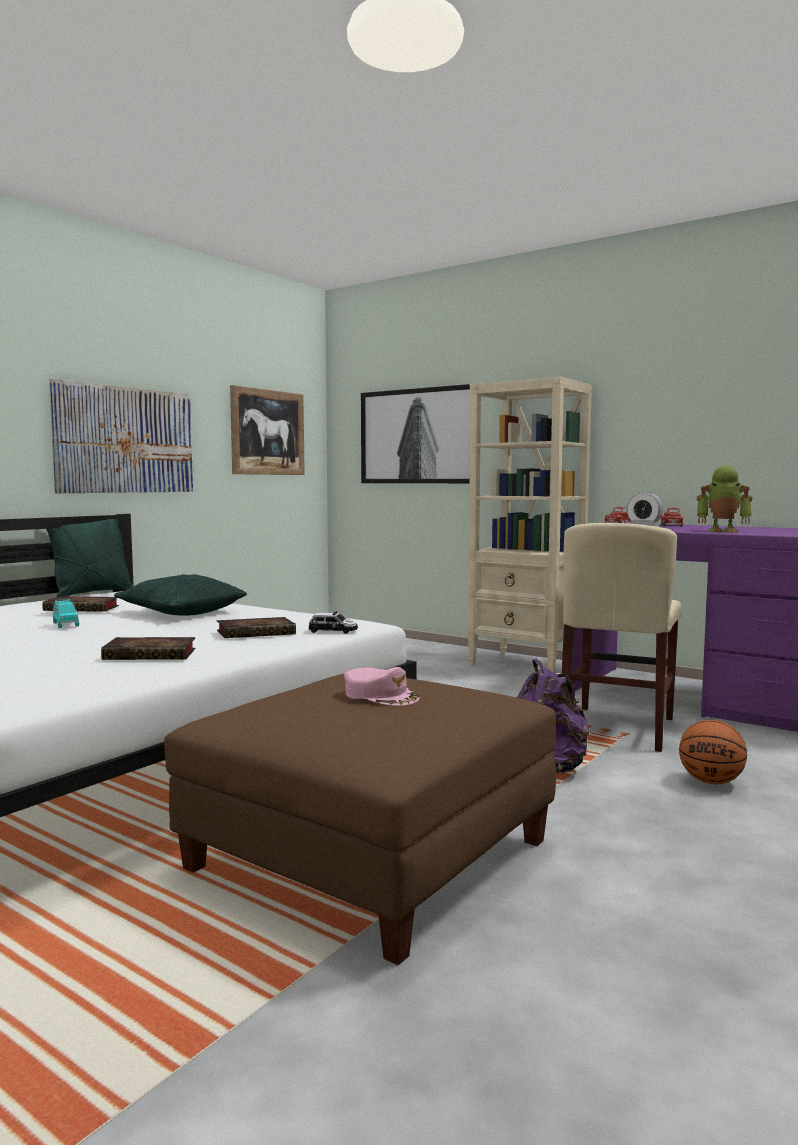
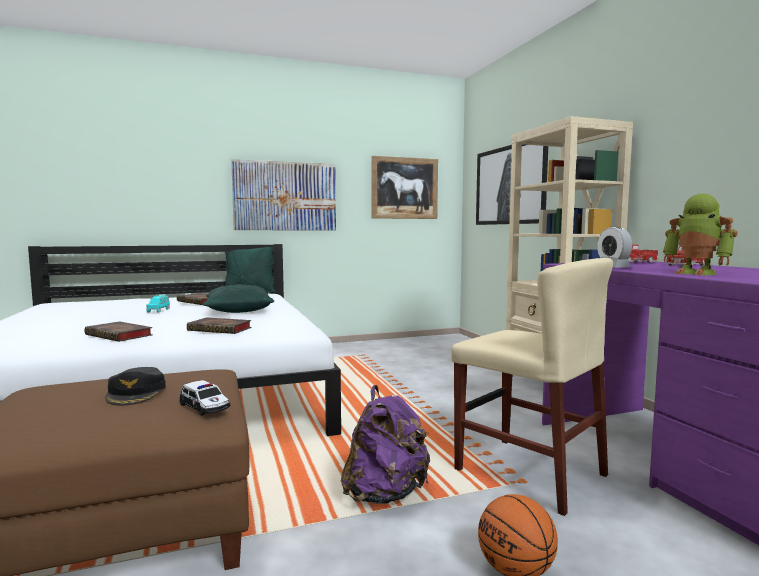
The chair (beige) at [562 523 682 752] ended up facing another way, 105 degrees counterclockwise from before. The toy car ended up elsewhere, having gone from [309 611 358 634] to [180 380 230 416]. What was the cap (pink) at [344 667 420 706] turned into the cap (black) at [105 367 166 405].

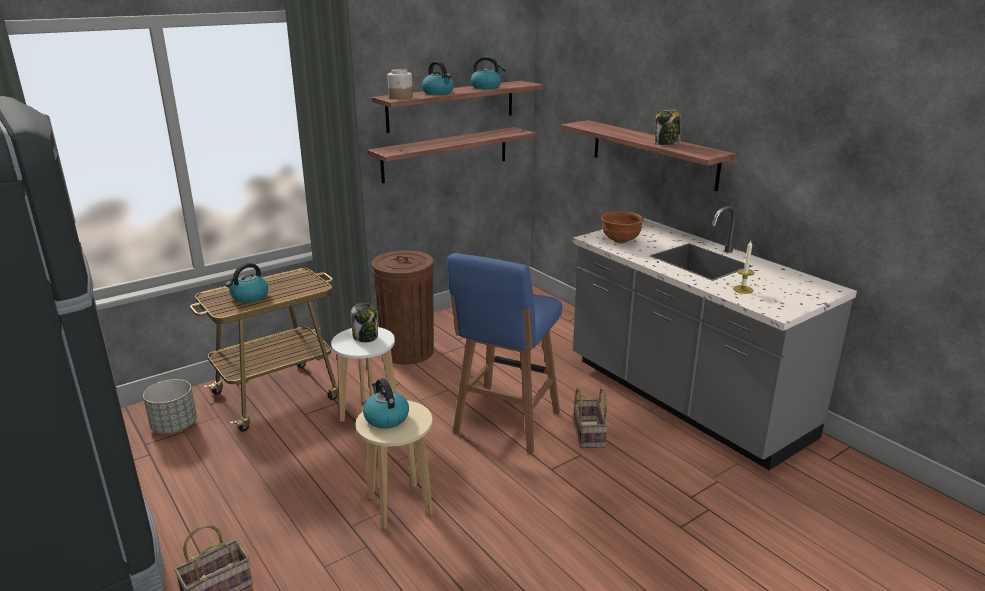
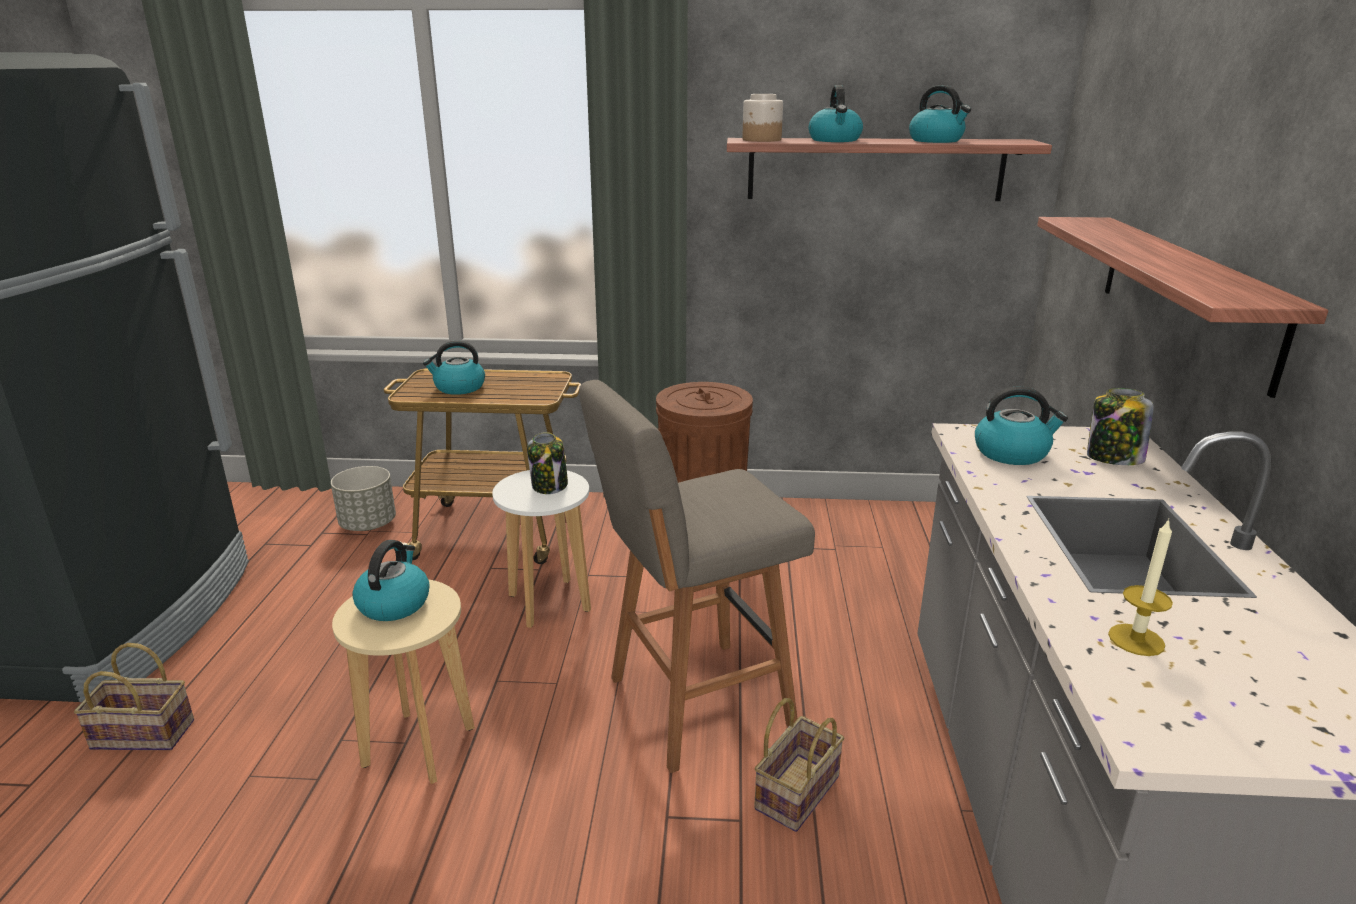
The jar ended up elsewhere, having gone from [655 109 681 145] to [1087 388 1154 465]. The second view lost the shelf at [367 127 535 183]. Where the bowl (brown) stood at [601 211 644 243], the kettle came to stand at [975 387 1068 465]. What was the stool (blue) at [447 253 562 454] turned into the stool (grey) at [579 380 815 773].

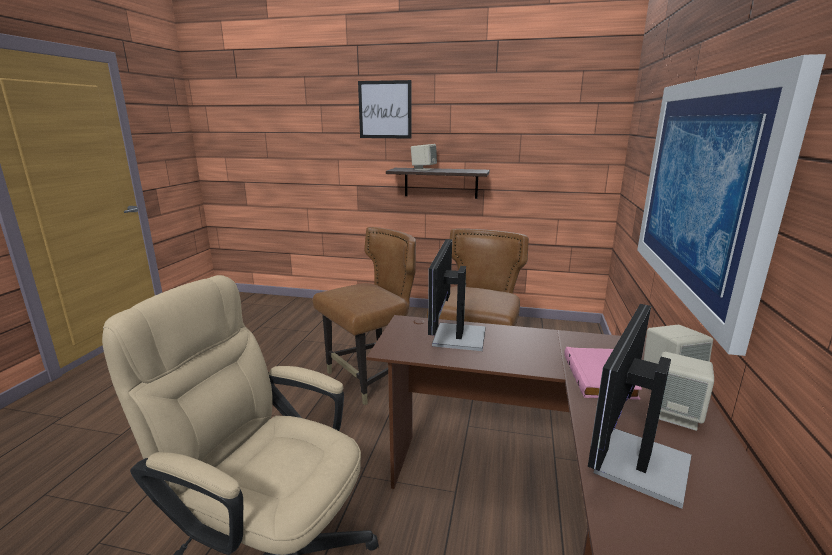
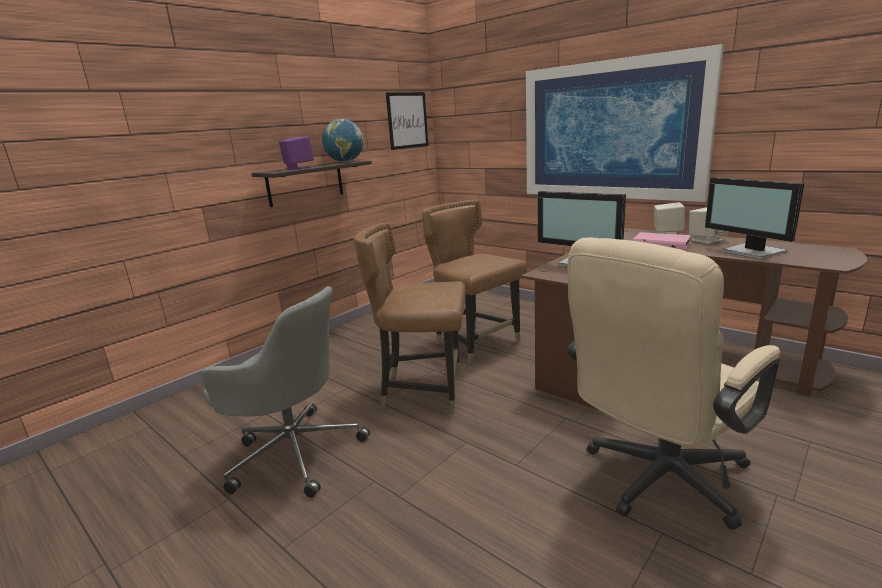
The picture ended up elsewhere, having gone from [358 80 412 139] to [386 92 428 150]. What was the speaker (beige) at [411 144 437 171] turned into the speaker (purple) at [279 136 314 169]. The chair (brown) at [313 227 416 405] ended up facing another way, 75 degrees counterclockwise from before. The second view gained the globe at [322 119 364 162]. The second view gained the office chair (grey) at [201 286 370 498].

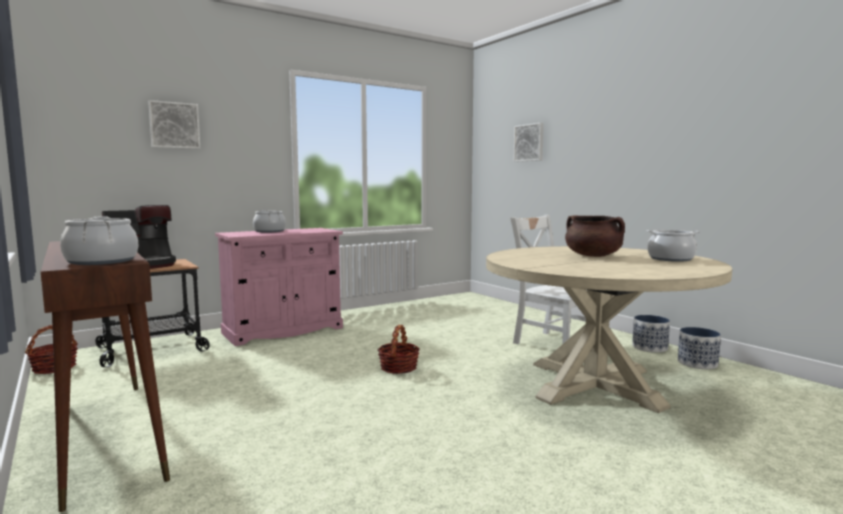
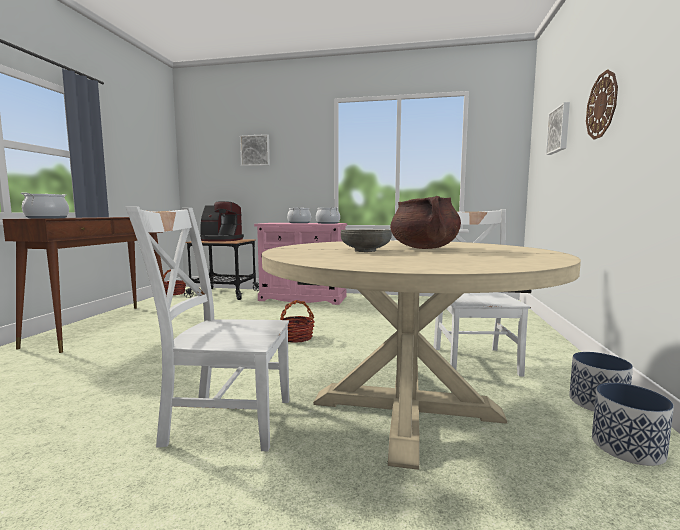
The cooking pot ended up elsewhere, having gone from [647 230 700 262] to [316 207 340 224]. The second view gained the wall clock at [586 70 618 140]. The second view gained the chair (white) at [125 206 289 451]. The second view gained the bowl (grey) at [341 229 392 252].

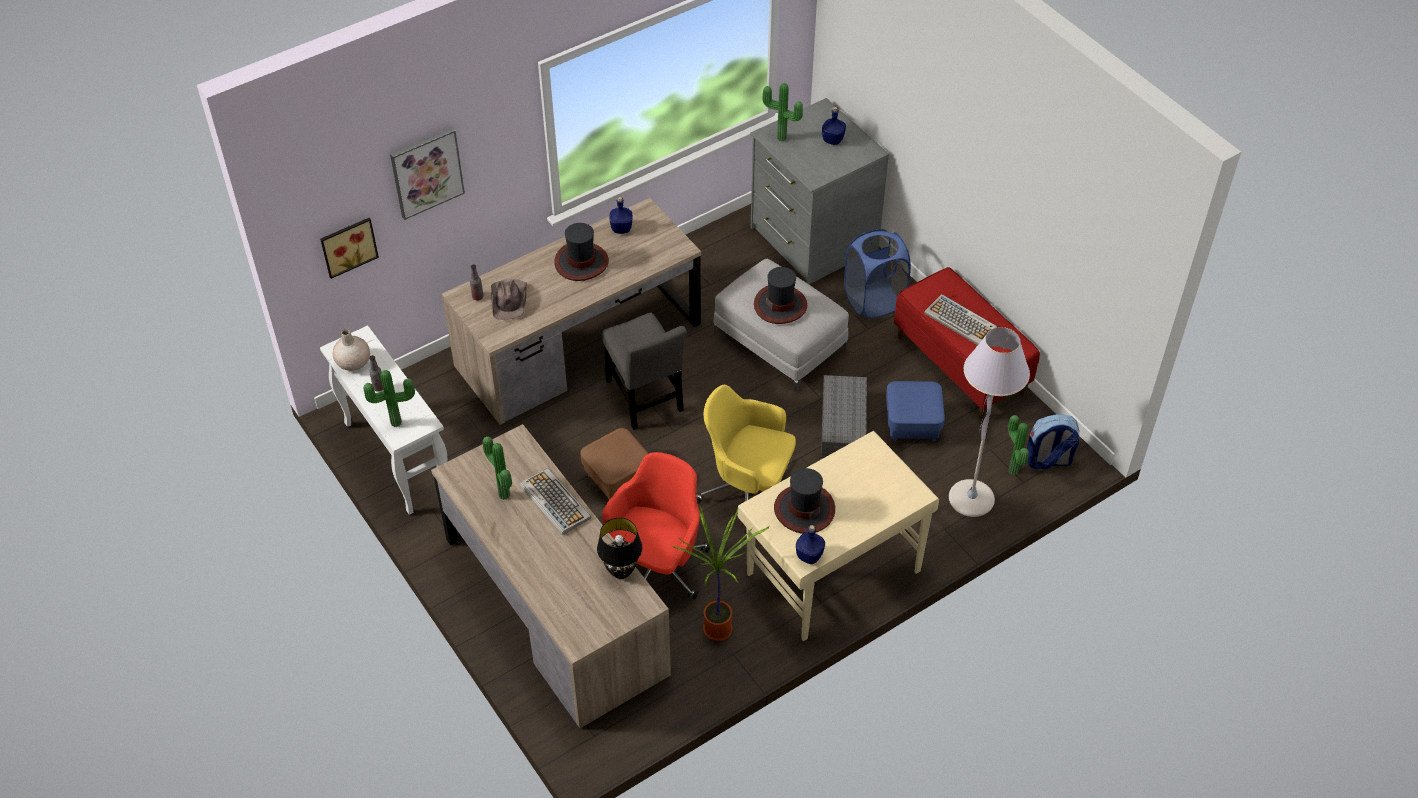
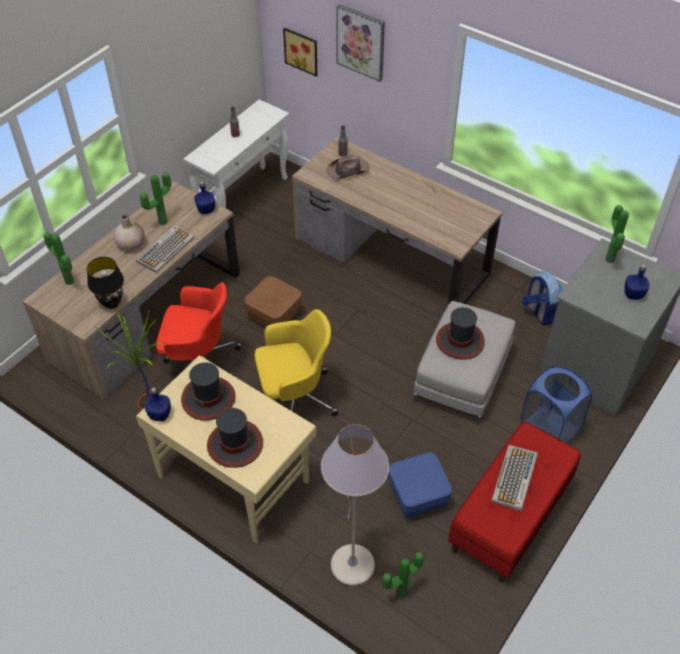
The bottle (blue) ended up elsewhere, having gone from [609 197 632 234] to [194 181 215 214]. The hat ended up elsewhere, having gone from [554 223 609 281] to [207 408 263 468]. The second view lost the chair (grey) at [602 313 687 430]. The vase (beige) ended up elsewhere, having gone from [333 329 370 371] to [114 215 145 251]. The potted plant ended up elsewhere, having gone from [363 370 415 427] to [44 232 74 285]. The second view lost the storage box (grey) at [821 375 867 459]. The office chair (yellow) at [696 385 796 534] ended up facing another way, 75 degrees clockwise from before. The backpack ended up elsewhere, having gone from [1027 414 1079 469] to [522 271 563 325].

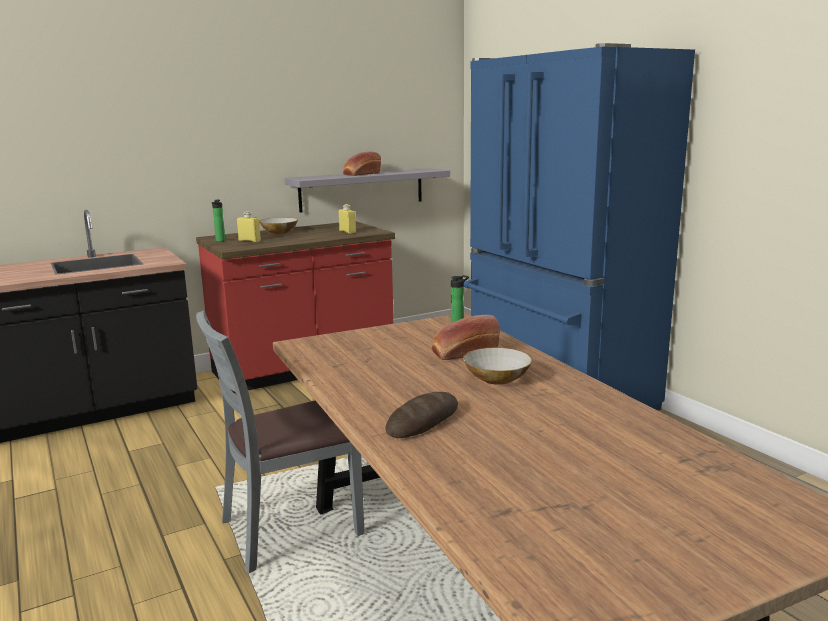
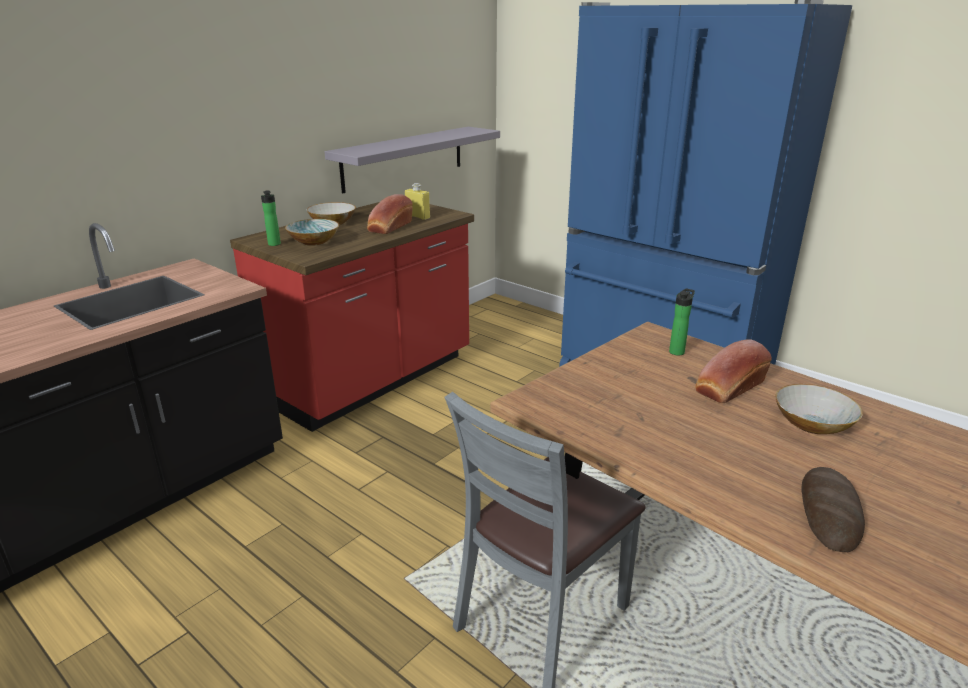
The bread ended up elsewhere, having gone from [343 151 381 176] to [367 194 413 234]. Where the bottle (yellow) stood at [237 211 261 242], the bowl came to stand at [285 219 339 246].

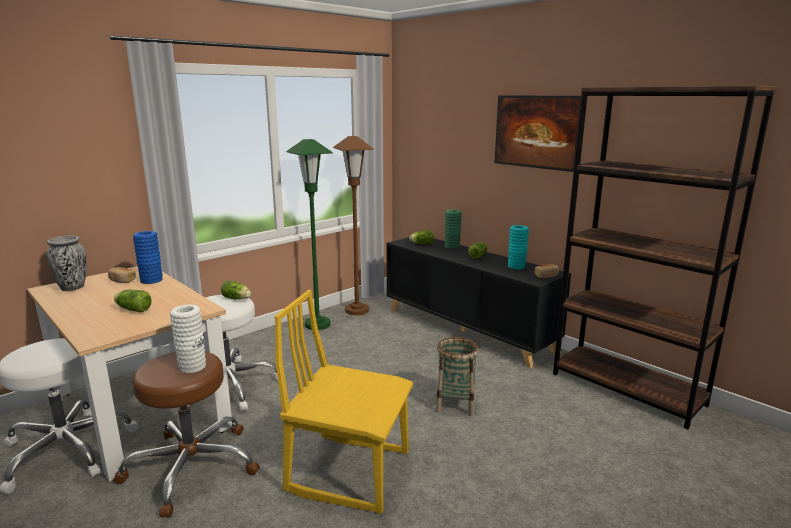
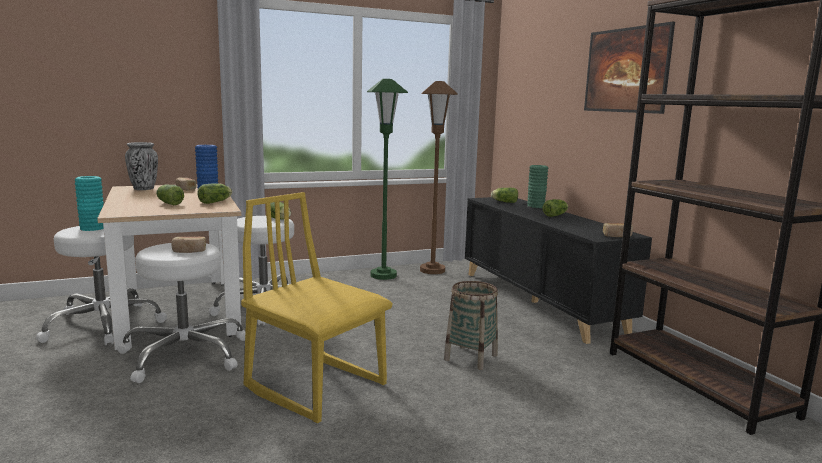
The vase (turquoise) ended up elsewhere, having gone from [508 225 529 269] to [75 176 104 231]. Where the vase (white) stood at [170 304 206 373], the bread came to stand at [171 236 206 253]. What was the stool (brown) at [114 351 260 518] turned into the stool (white) at [117 243 245 383]. The second view gained the lettuce at [197 184 232 204].

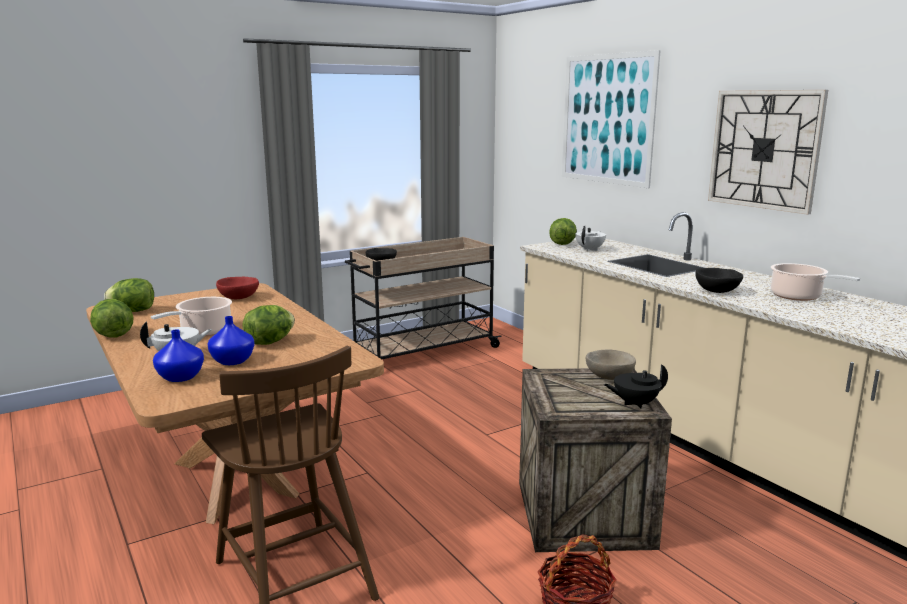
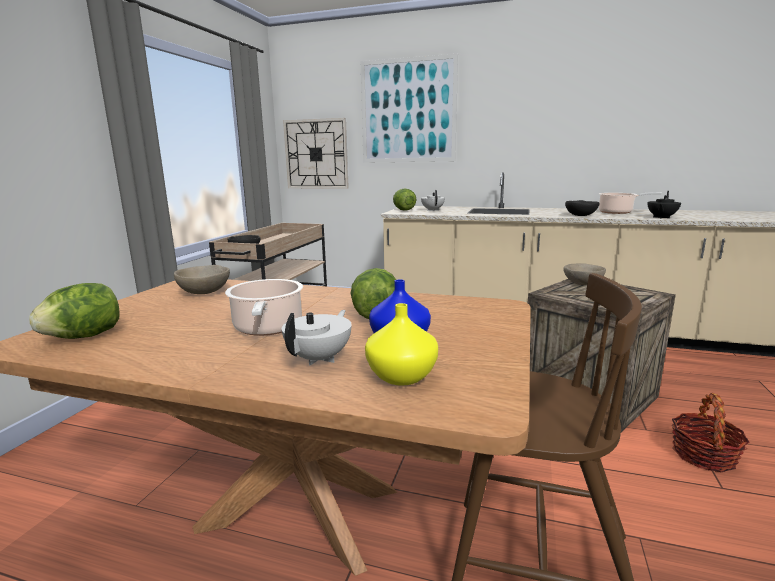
The wall clock ended up elsewhere, having gone from [708 90 828 215] to [283 118 349 189]. What was the bowl (red) at [216 277 259 299] turned into the bowl (beige) at [174 265 230 294]. The second view lost the lettuce at [90 299 134 338]. What was the vase (blue) at [153 329 204 382] turned into the vase (yellow) at [365 303 438 386]. The teapot (black) ended up elsewhere, having gone from [604 364 668 408] to [648 191 681 219].

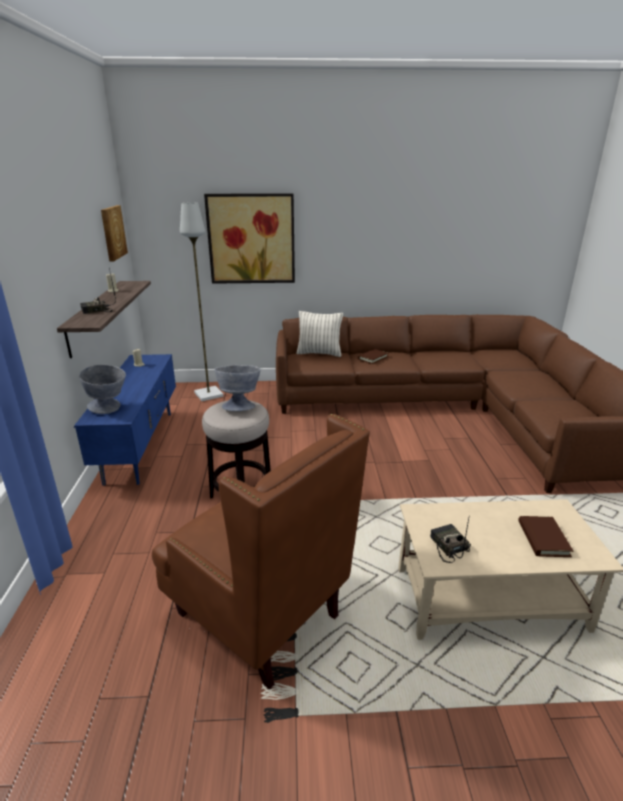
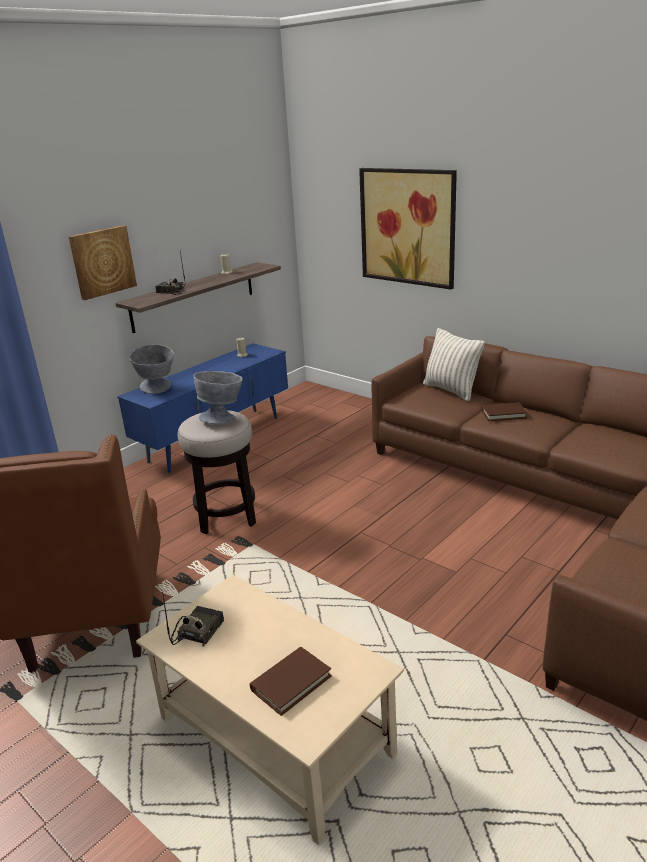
The second view lost the floor lamp (grey) at [180 203 223 401]. The picture ended up elsewhere, having gone from [101 205 128 262] to [69 225 137 300].

